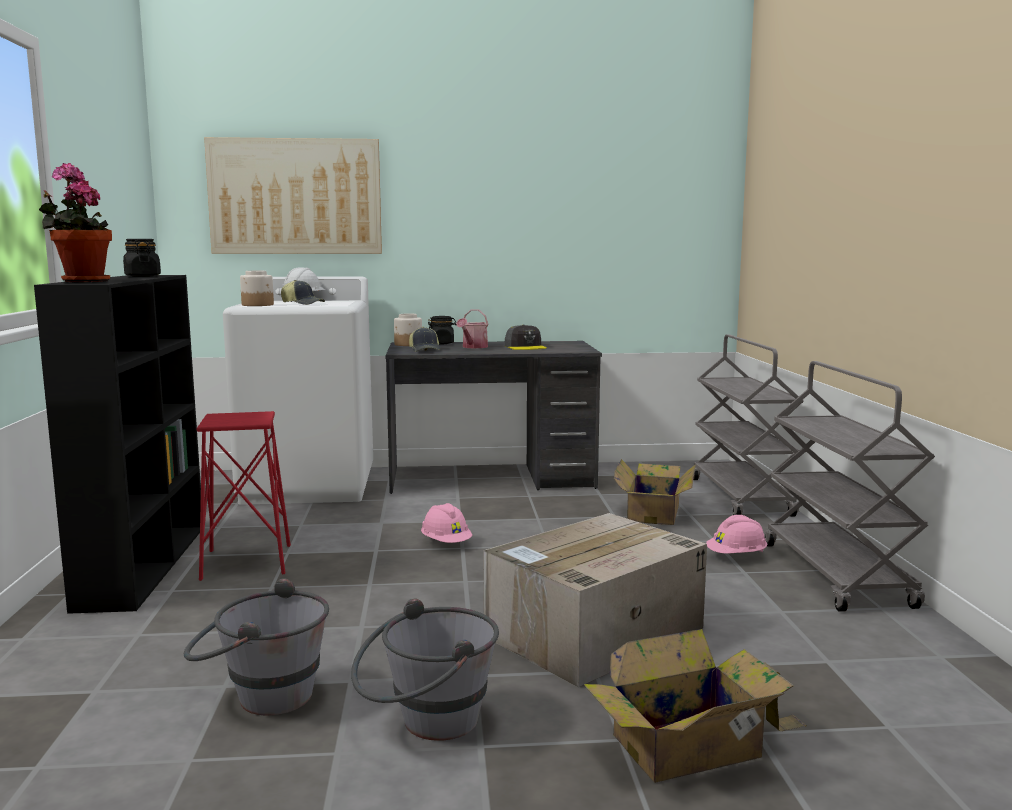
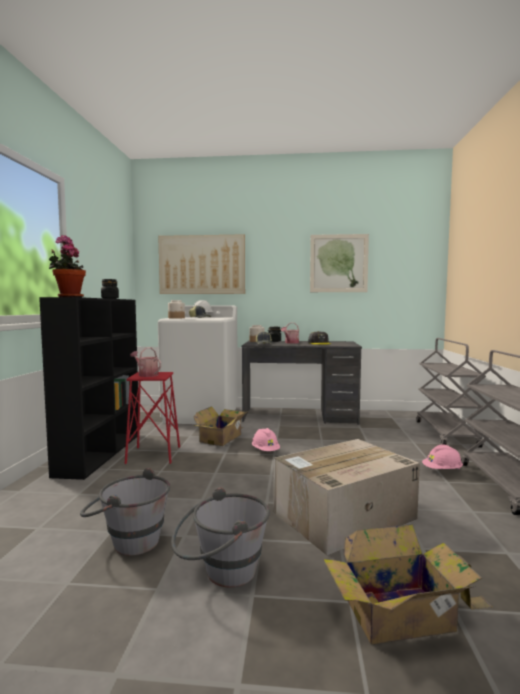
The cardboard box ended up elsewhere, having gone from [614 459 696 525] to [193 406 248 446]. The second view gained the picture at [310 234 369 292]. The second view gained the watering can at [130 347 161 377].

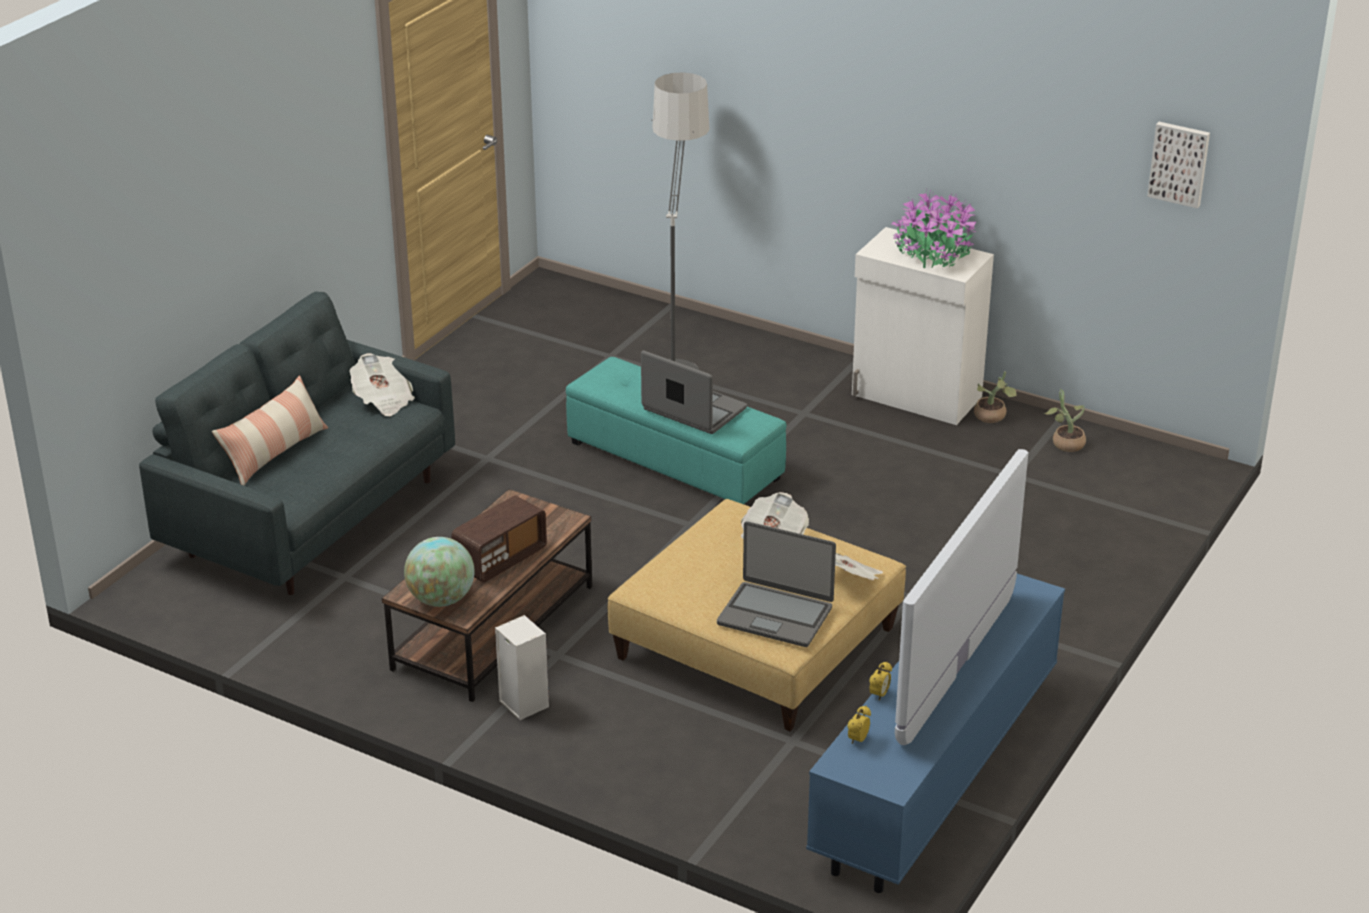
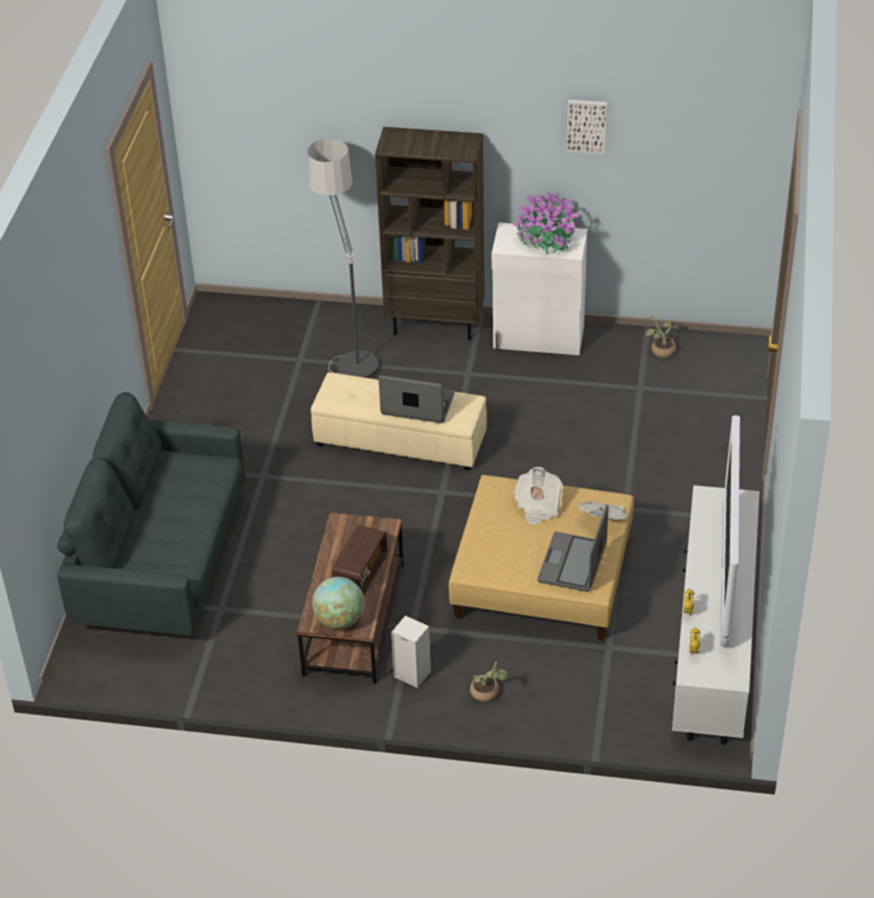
The picture ended up elsewhere, having gone from [1147 122 1210 209] to [567 100 607 154]. The second view lost the newspaper at [349 353 415 416]. What was the ottoman (turquoise) at [566 357 786 505] turned into the ottoman (beige) at [311 372 487 471]. The potted plant ended up elsewhere, having gone from [974 372 1017 423] to [470 662 509 702]. The second view lost the pillow at [212 375 328 486]. The laptop at [717 521 836 647] ended up facing another way, 105 degrees clockwise from before. What was the tv stand (blue) at [806 574 1065 893] turned into the tv stand (white) at [672 485 760 745]. The second view gained the bookcase (brown) at [375 127 485 340].

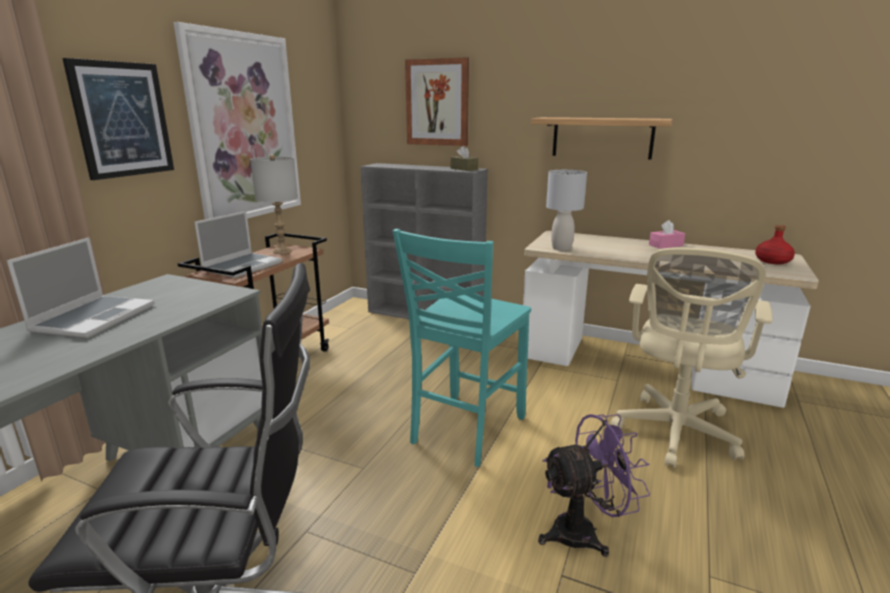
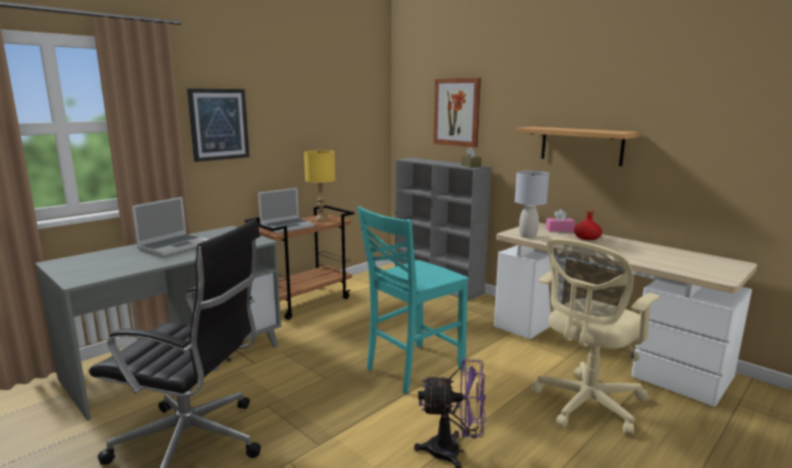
The second view lost the picture at [173 22 301 219]. What was the table lamp (grey) at [250 155 298 254] turned into the table lamp (yellow) at [304 149 335 221]. The tissue box (pink) ended up elsewhere, having gone from [649 220 685 249] to [546 209 575 232]. The bottle (red) ended up elsewhere, having gone from [755 225 795 264] to [574 210 602 240].

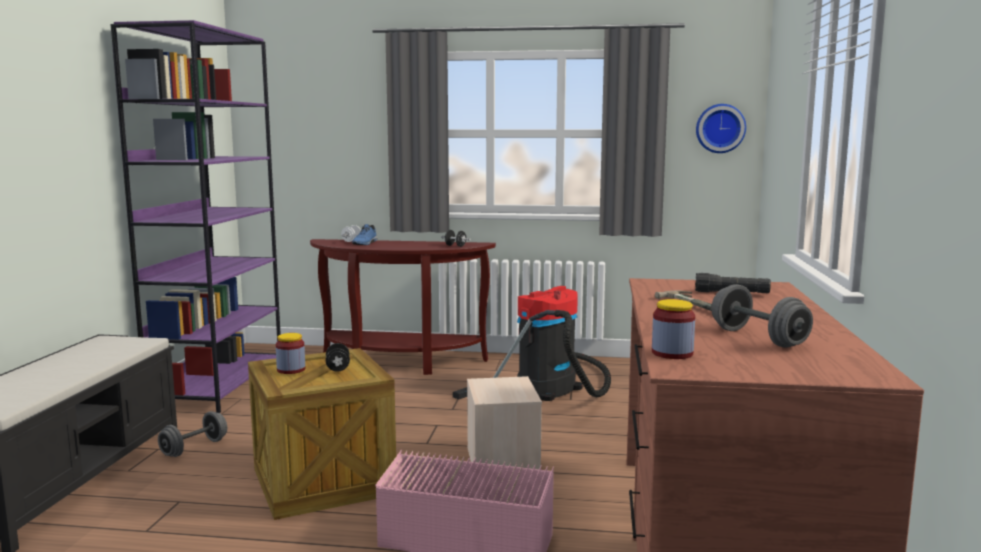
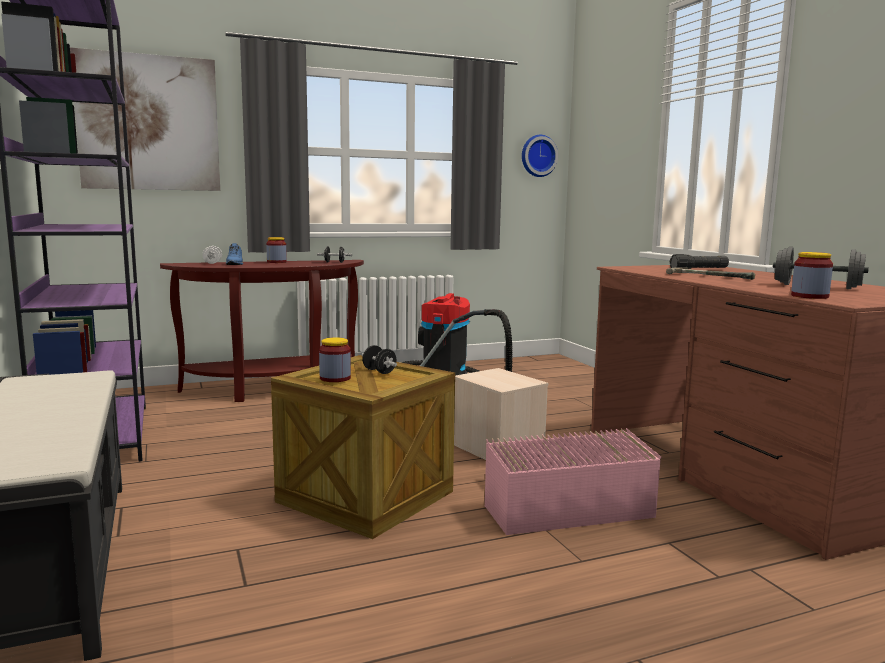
The second view lost the dumbbell (grey) at [158 411 227 457]. The second view gained the picture at [70 47 220 191]. The second view gained the jar at [266 237 287 263].

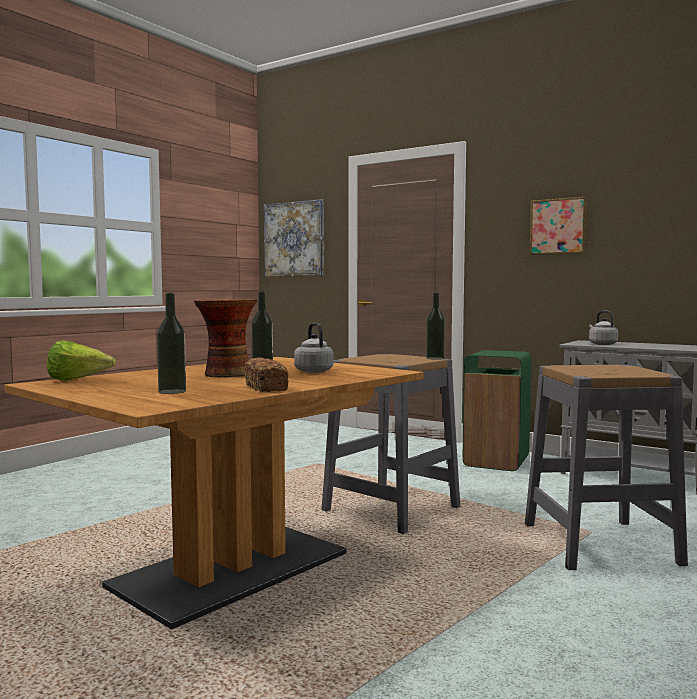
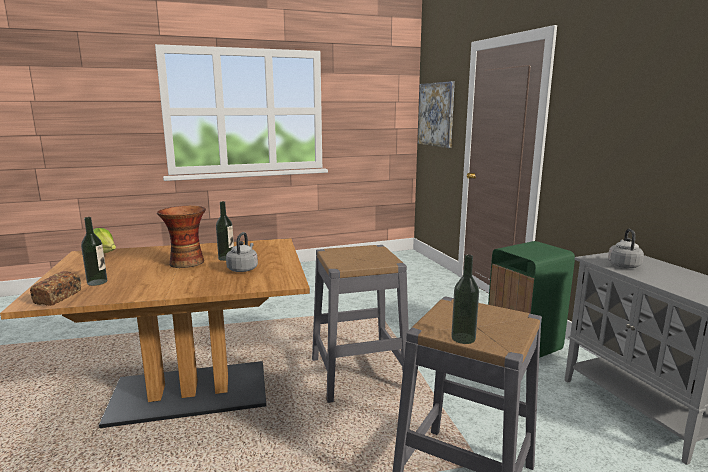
The second view lost the picture at [530 197 588 255]. The bottle ended up elsewhere, having gone from [426 293 445 360] to [451 255 479 344]. The bread ended up elsewhere, having gone from [244 357 289 392] to [30 271 81 306].

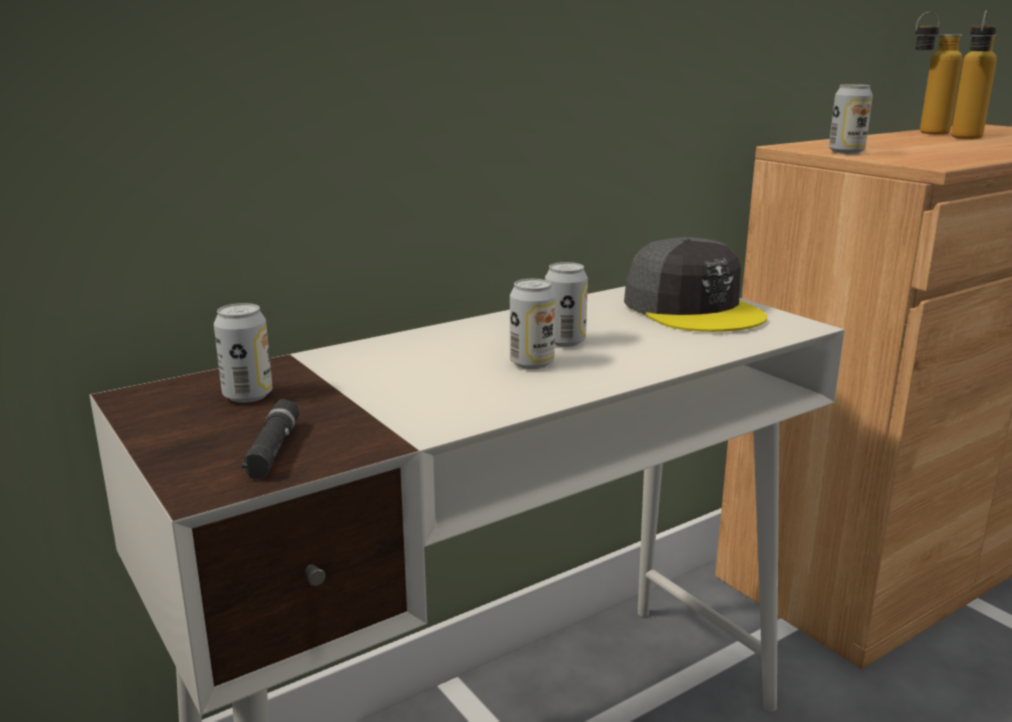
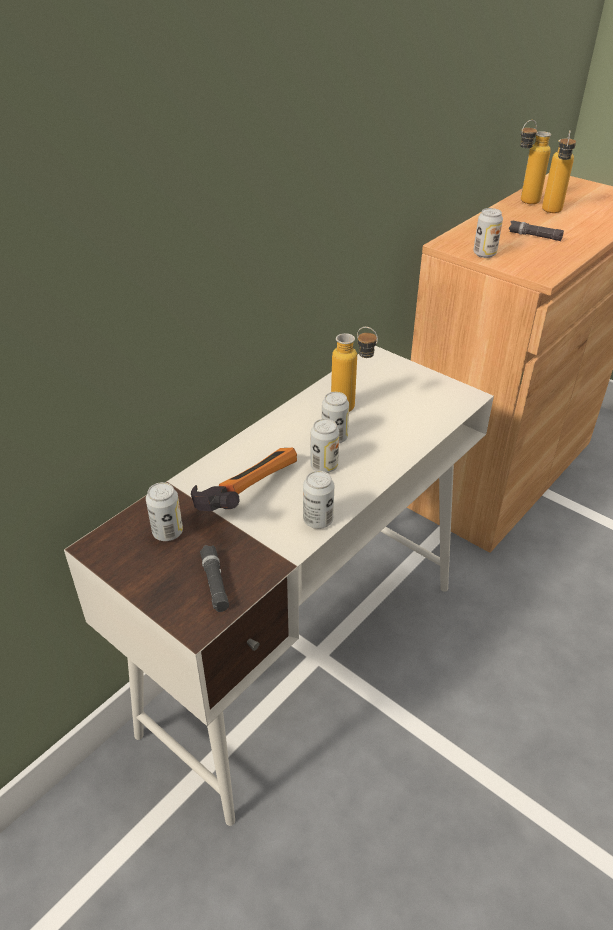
The second view lost the cap (grey) at [624 237 767 332]. The second view gained the flashlight (black) at [509 221 564 241]. The second view gained the bottle at [331 327 378 412]. The second view gained the hammer at [191 448 297 511]. The second view gained the can at [303 471 334 529].

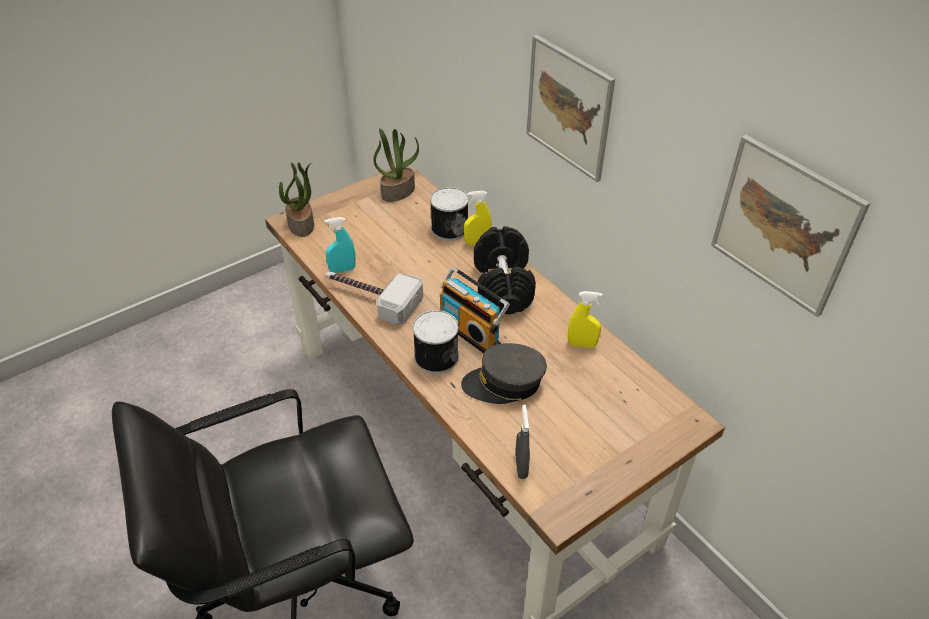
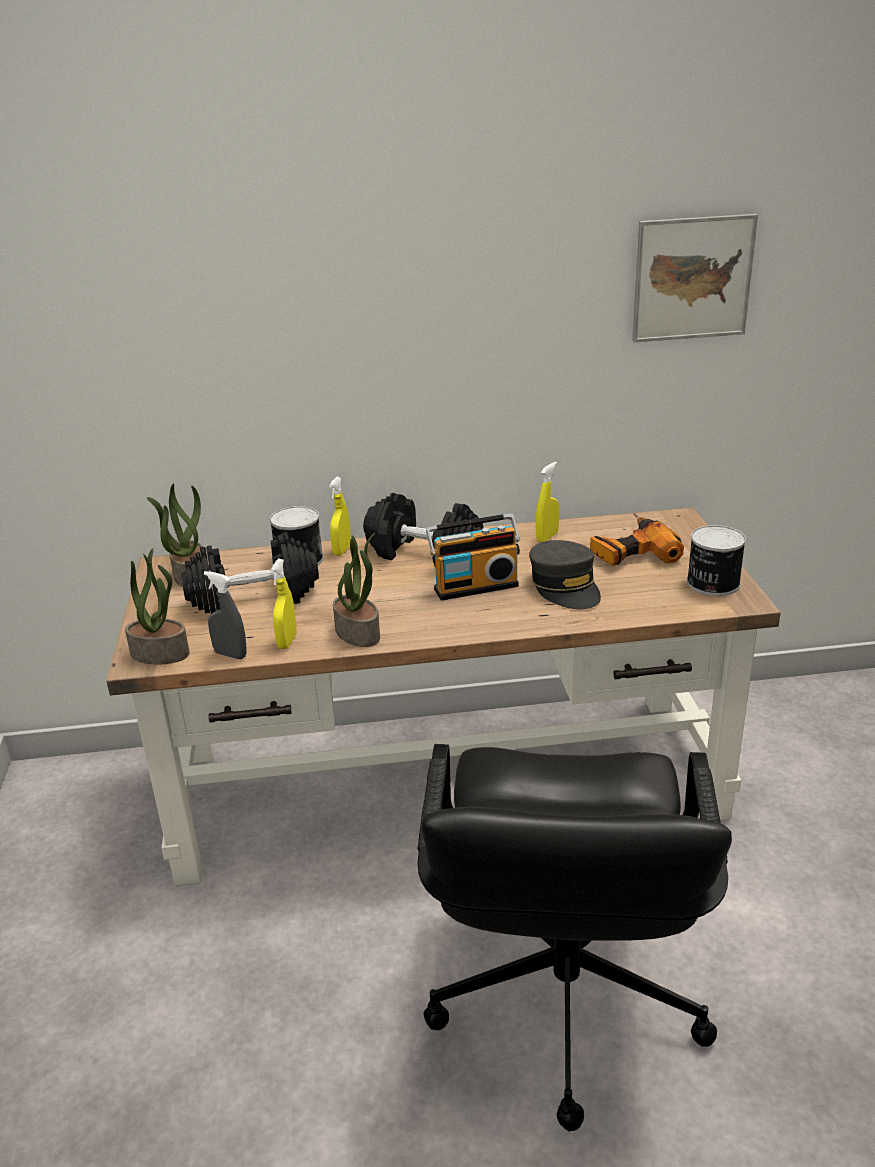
The second view lost the picture at [527 35 615 182]. What was the spray bottle (turquoise) at [324 217 356 273] turned into the spray bottle (yellow) at [270 559 297 649]. Where the hammer stood at [326 272 423 324], the potted plant came to stand at [333 533 380 647]. The can ended up elsewhere, having gone from [413 310 459 374] to [687 525 746 596]. The cap (grey) at [461 343 547 404] ended up facing another way, 45 degrees counterclockwise from before. The spray bottle (grey) ended up elsewhere, having gone from [515 405 530 479] to [204 571 246 659]. The second view gained the power drill at [590 513 684 566]. The second view gained the dumbbell (black) at [181 534 319 614].

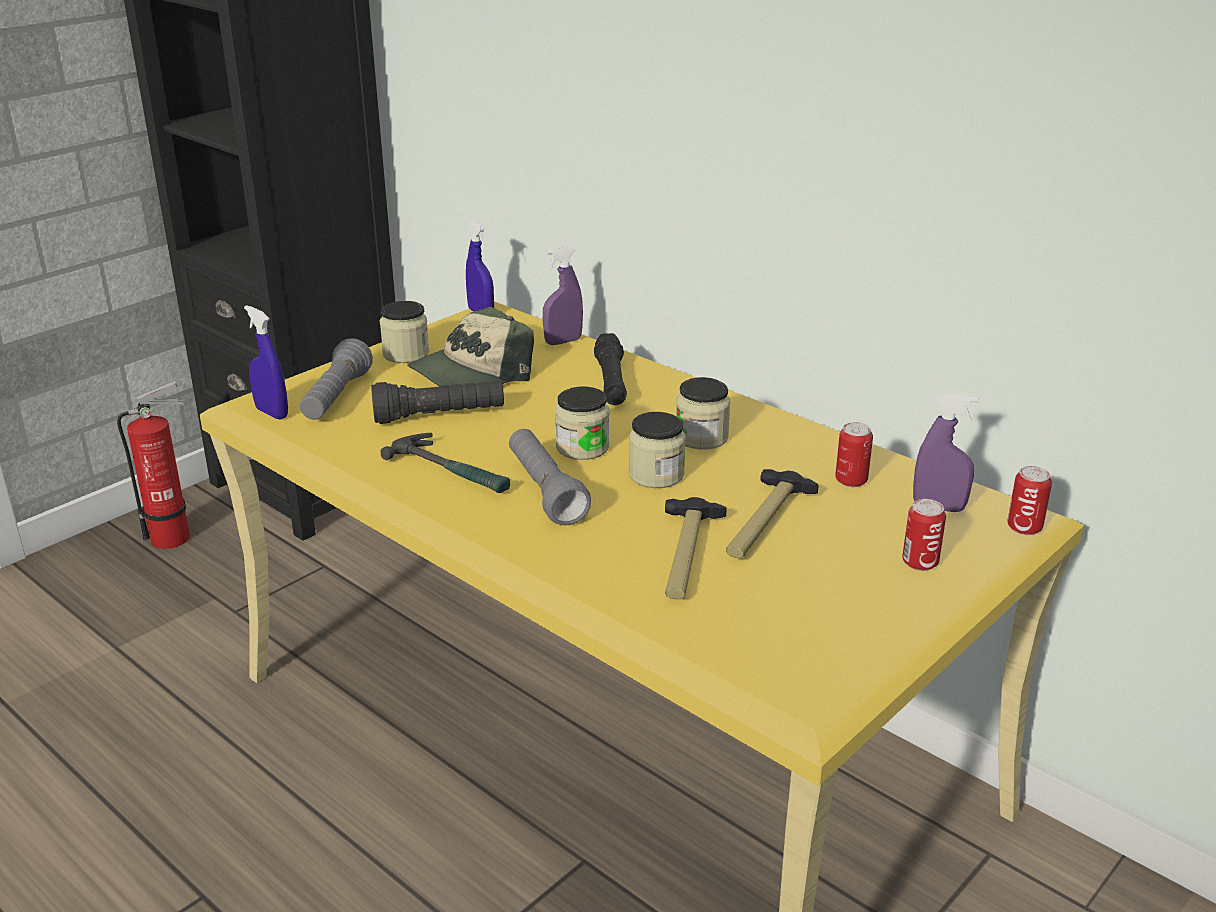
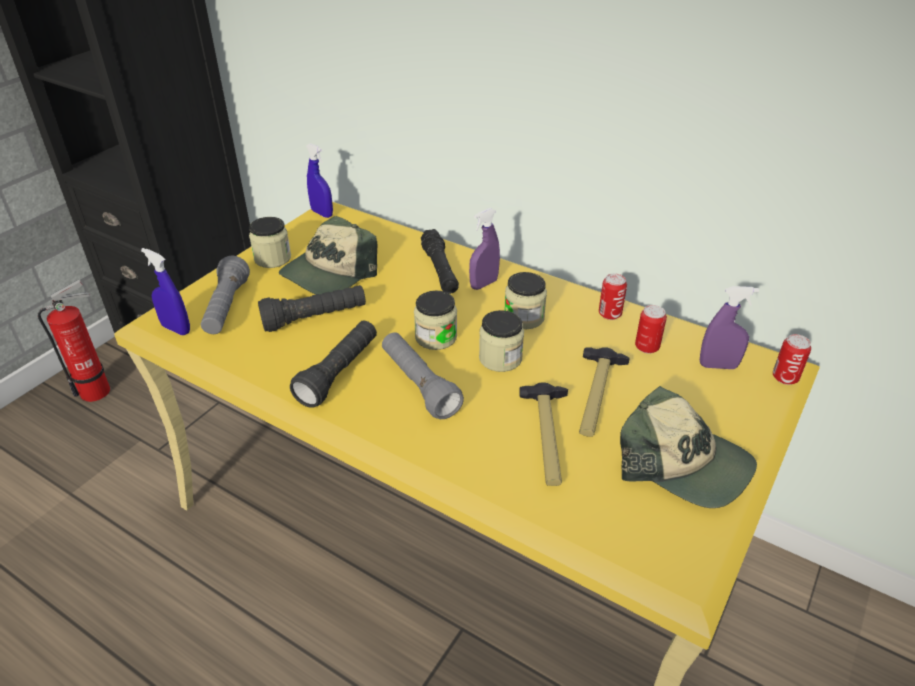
The spray bottle (purple) ended up elsewhere, having gone from [543 246 583 345] to [469 208 500 290]. Where the hammer stood at [381 433 510 493], the flashlight (black) came to stand at [290 321 377 408]. The can ended up elsewhere, having gone from [902 499 946 571] to [599 273 627 320]. The second view gained the cap at [620 386 757 508].

